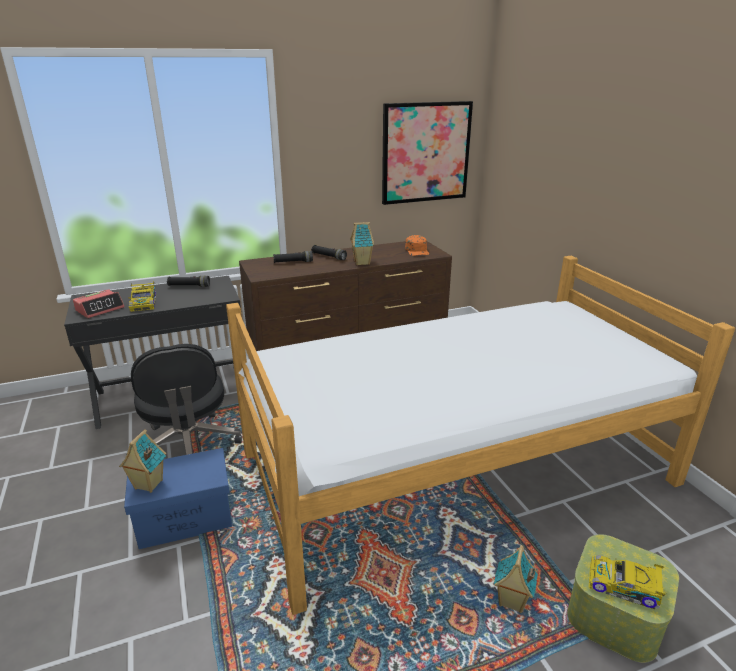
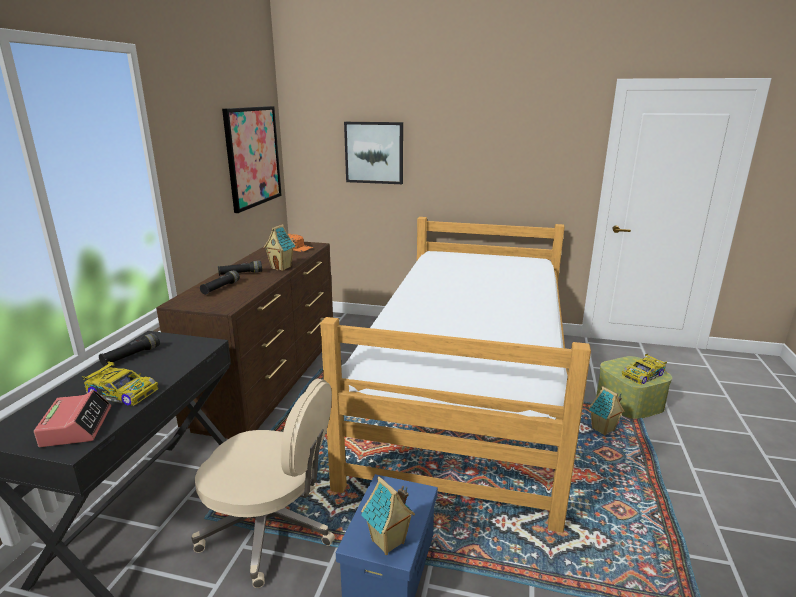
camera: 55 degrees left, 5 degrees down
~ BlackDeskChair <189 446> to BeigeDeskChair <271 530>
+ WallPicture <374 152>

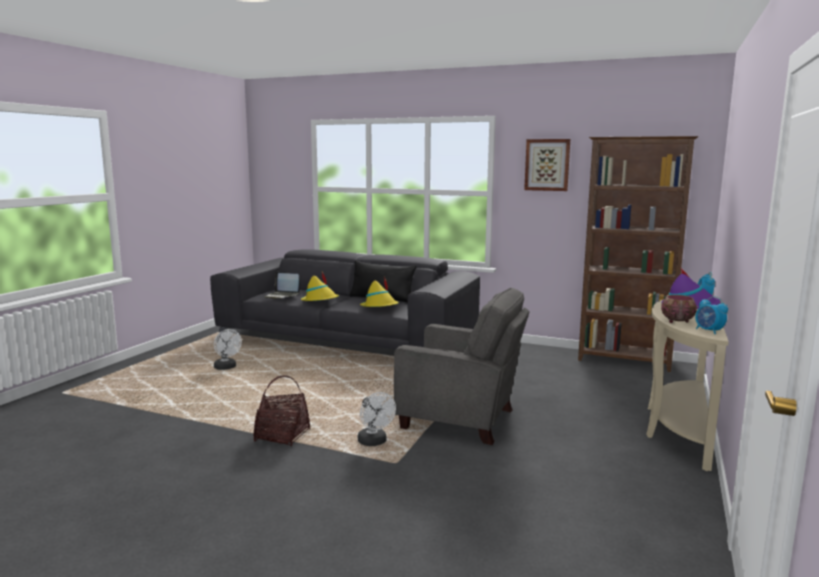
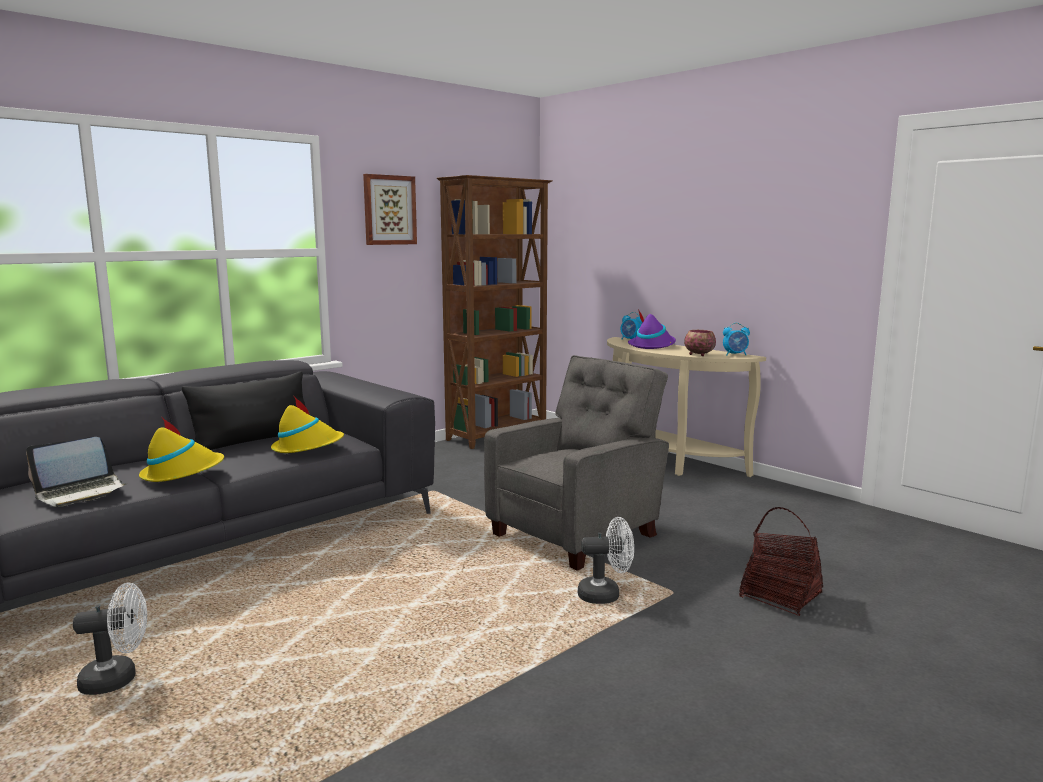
camera: 65 degrees left, 0 degrees up
~ HouseholdBasket <282 435> to <780 595>

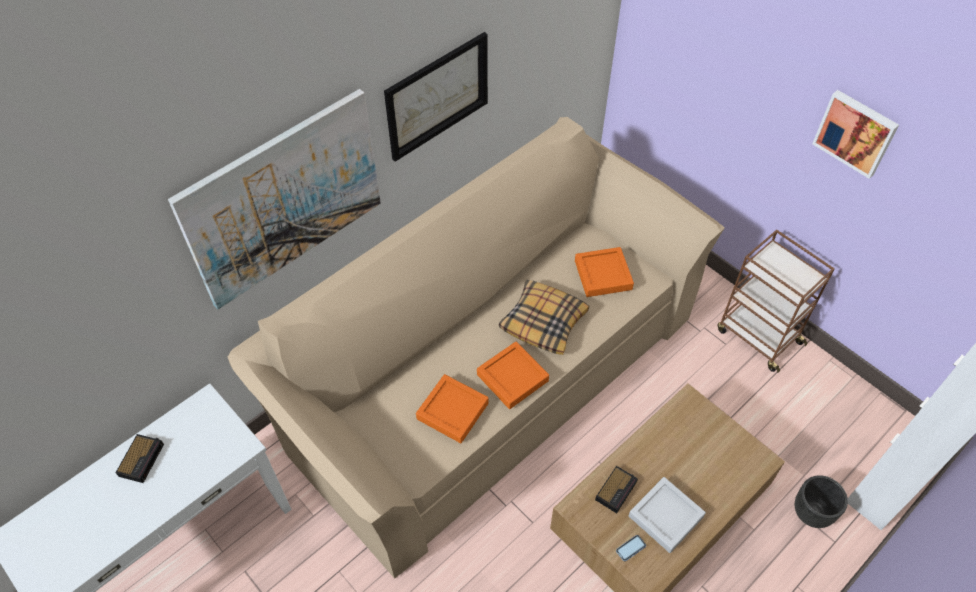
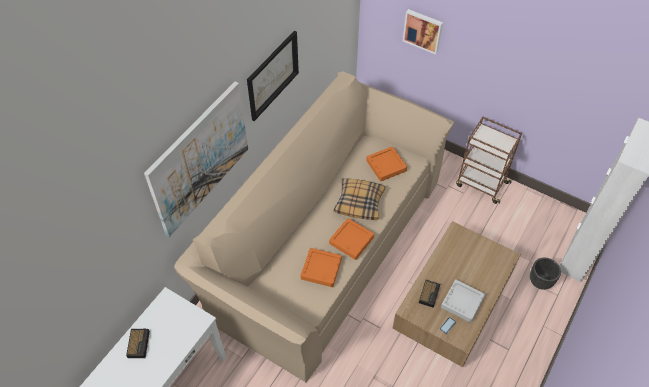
camera: 15 degrees left, 0 degrees up
~ WallPicture <856 132> to <423 30>

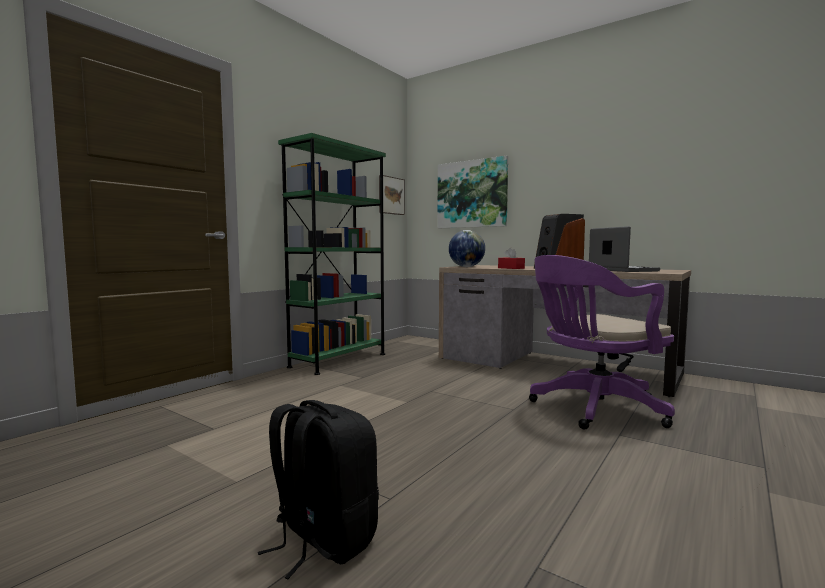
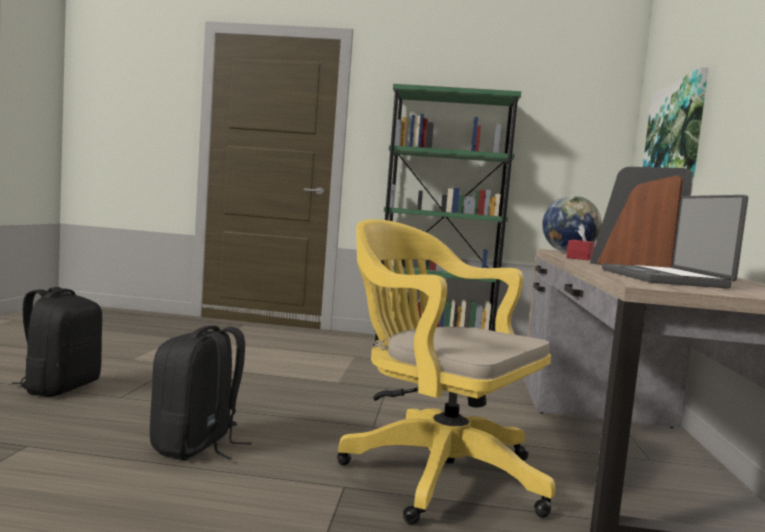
camera: 60 degrees right, 0 degrees up
+ BlackRucksack <196 446>
~ PurplishDeskChair <593 409> to YellowishDeskChair <435 472>
~ PortableComputer <621 270> = <665 279> 135 degrees clockwise
- WallPicture <390 195>

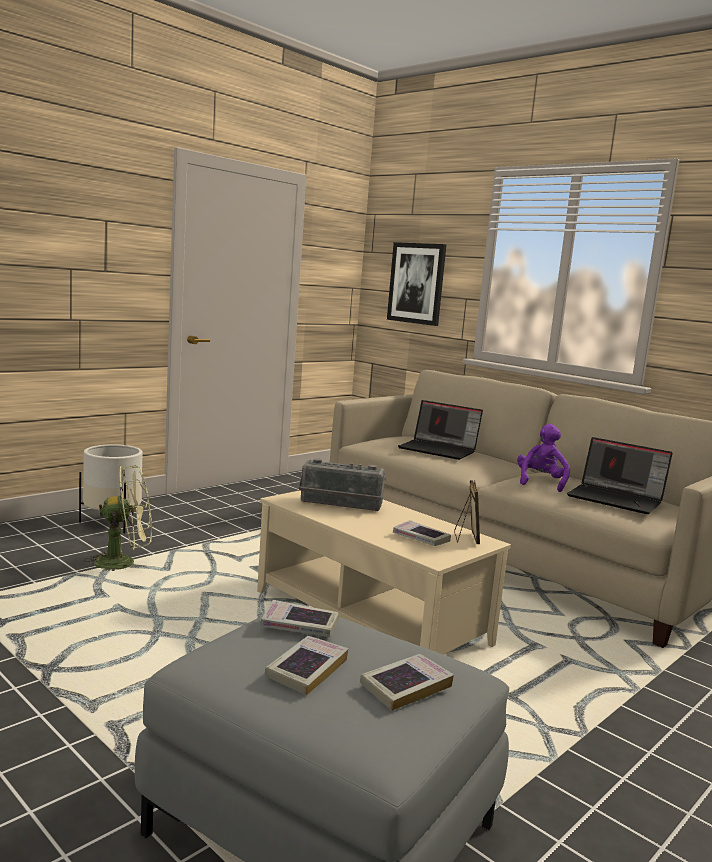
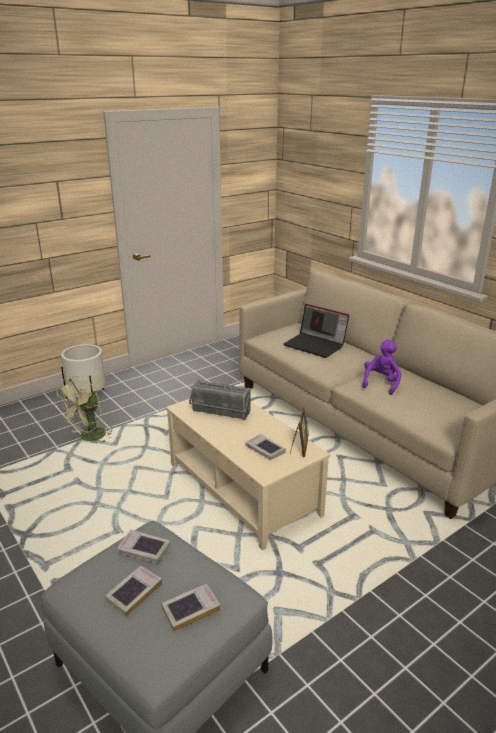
camera: 10 degrees right, 15 degrees up
~ GreenElectricFan <124 563> = <88 438> 135 degrees clockwise
- WallPicture <416 283>
- PortableComputer <617 499>

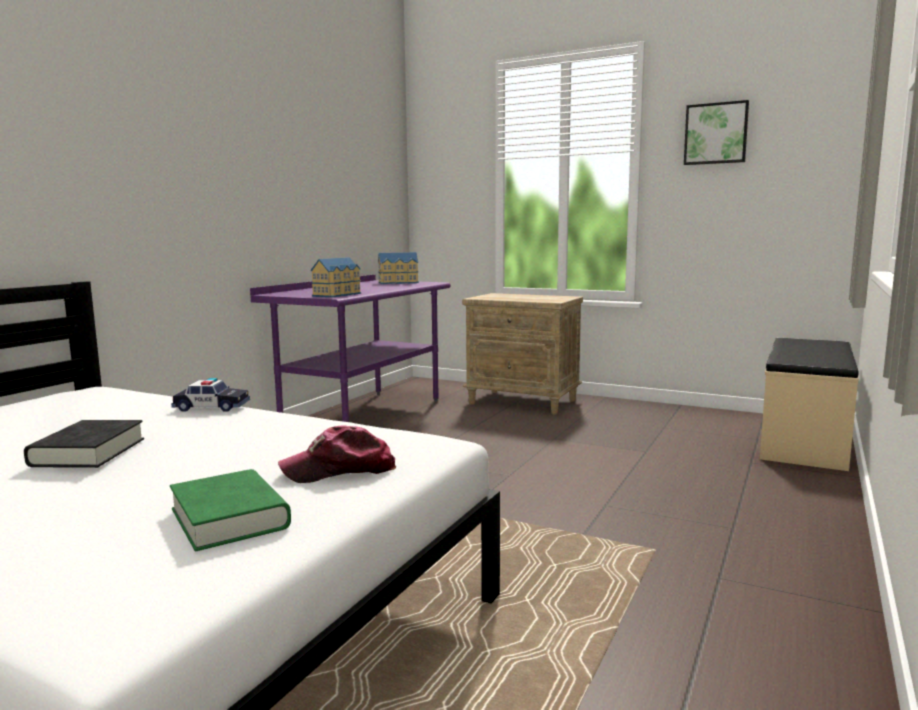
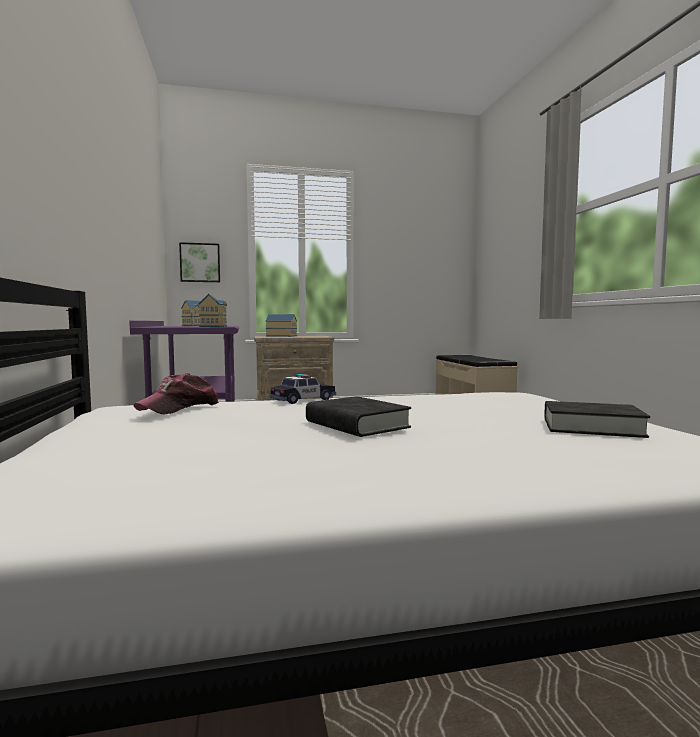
camera: 40 degrees left, 5 degrees down
~ BaseballCap <340 470> to <179 408>
~ WallPicture <716 133> to <200 263>
+ MiniatureHouse <282 336>
~ GreenVolume <229 518> to BlackVolume <591 427>

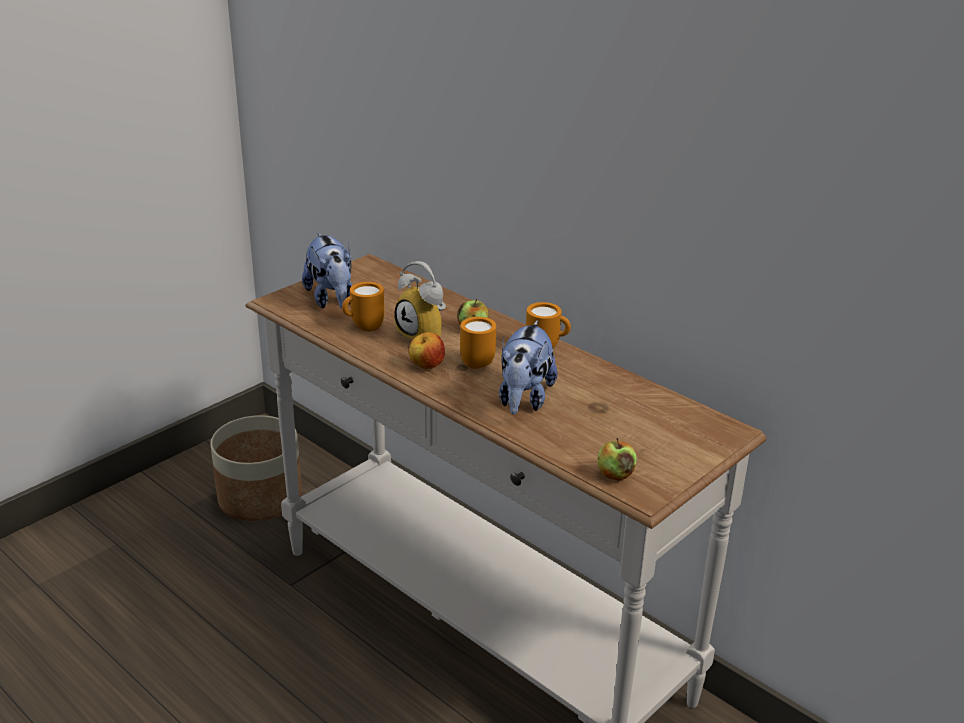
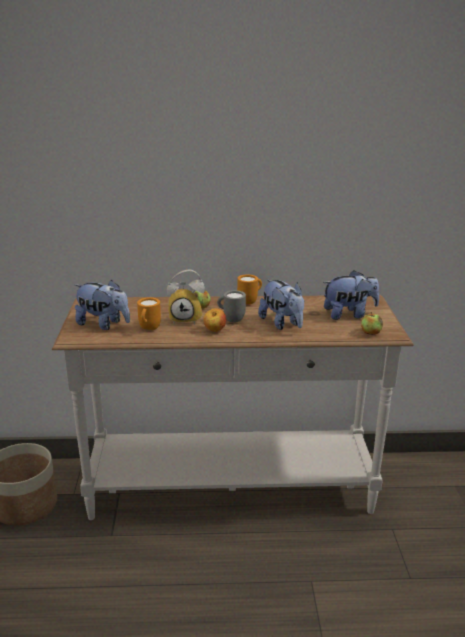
camera: 45 degrees left, 5 degrees down
~ OrangeCoffeeMug <474 362> to GreyishCoffeeMug <231 319>
+ PlushToy <349 314>

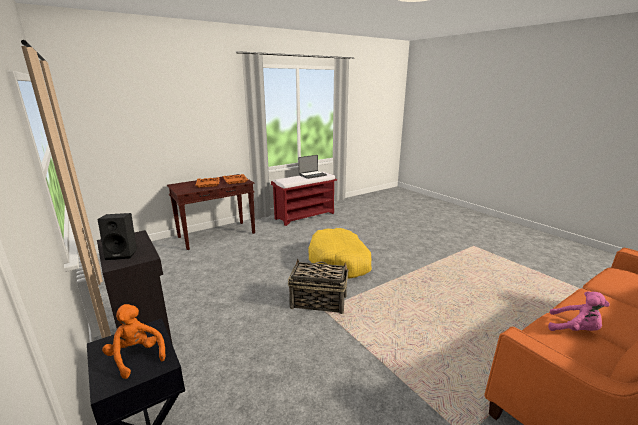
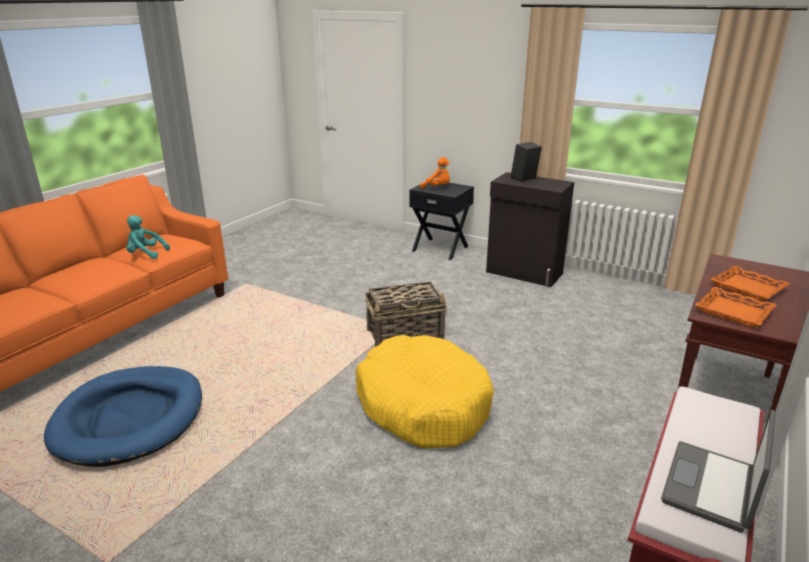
camera: 155 degrees right, 5 degrees up
+ BluishPetBed <130 418>
~ PinkPlushToy <574 329> to BlueGreenPlushToy <146 254>

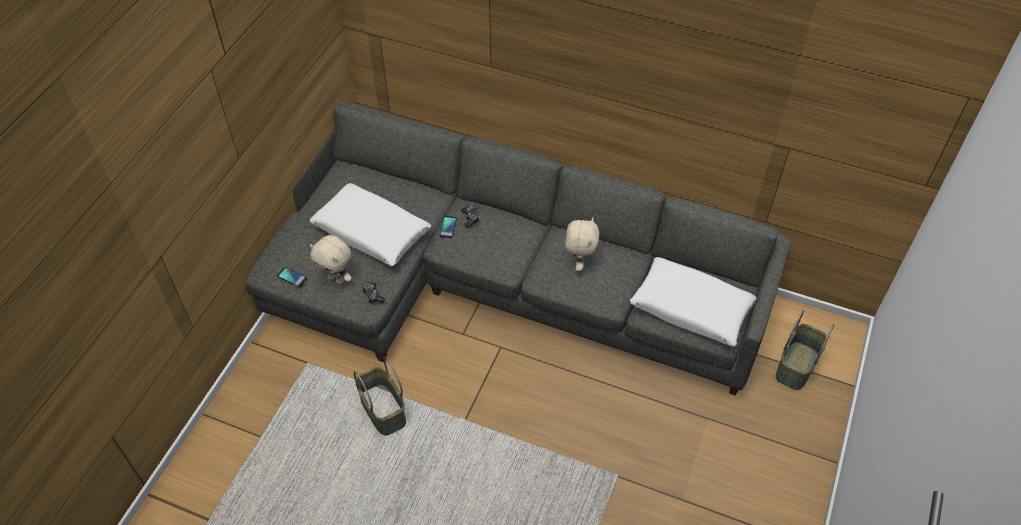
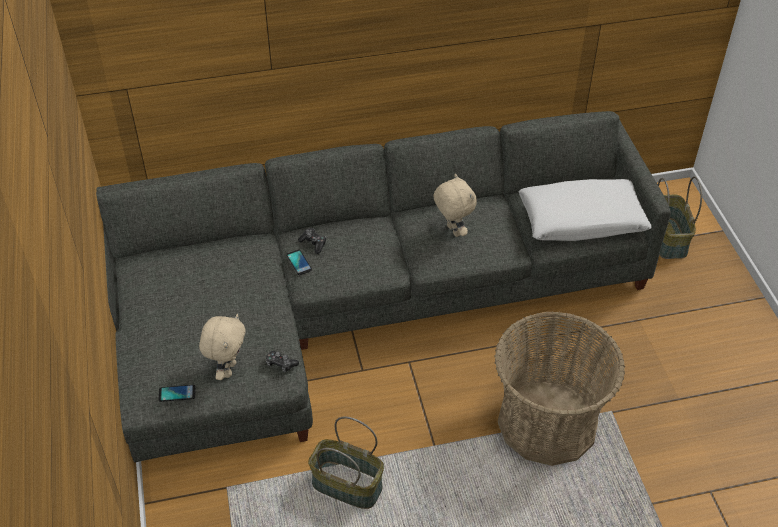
camera: 35 degrees left, 5 degrees down
~ BeigePlushToy <336 279> = <228 369> 75 degrees counterclockwise
+ HouseholdBasket <547 423>
- WhiteCushion <371 232>

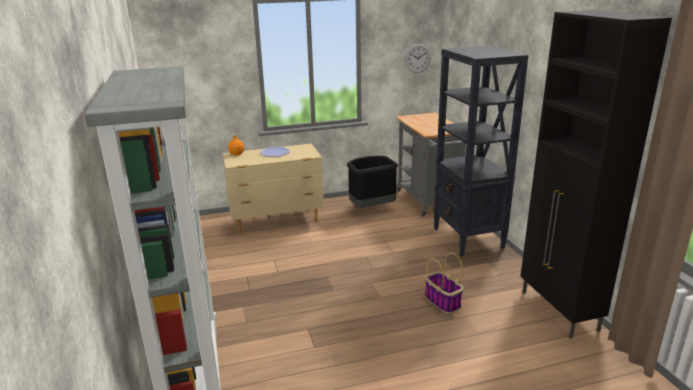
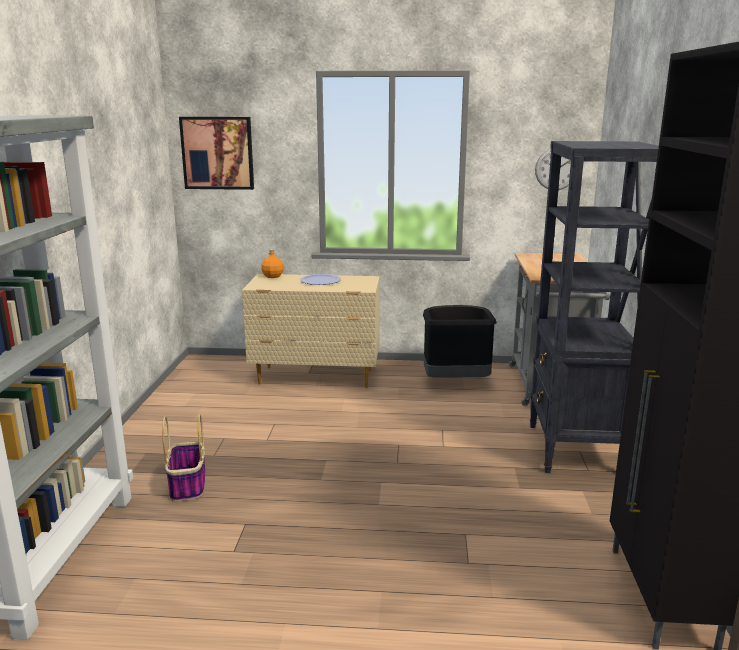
camera: 20 degrees right, 5 degrees down
~ HouseholdBasket <443 302> to <188 486>
+ WallPicture <217 153>

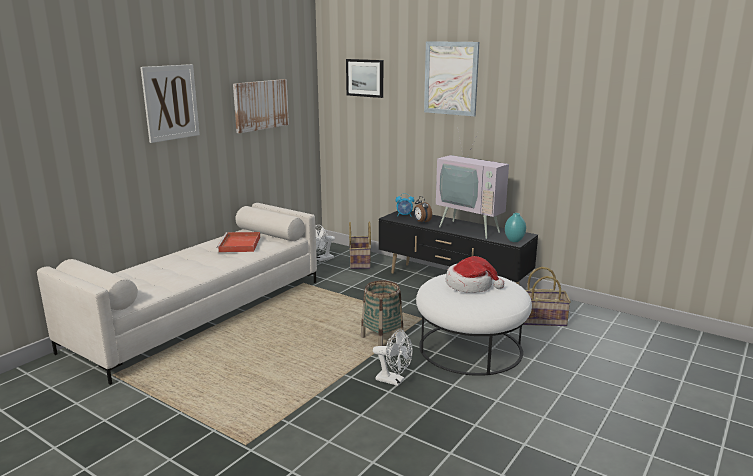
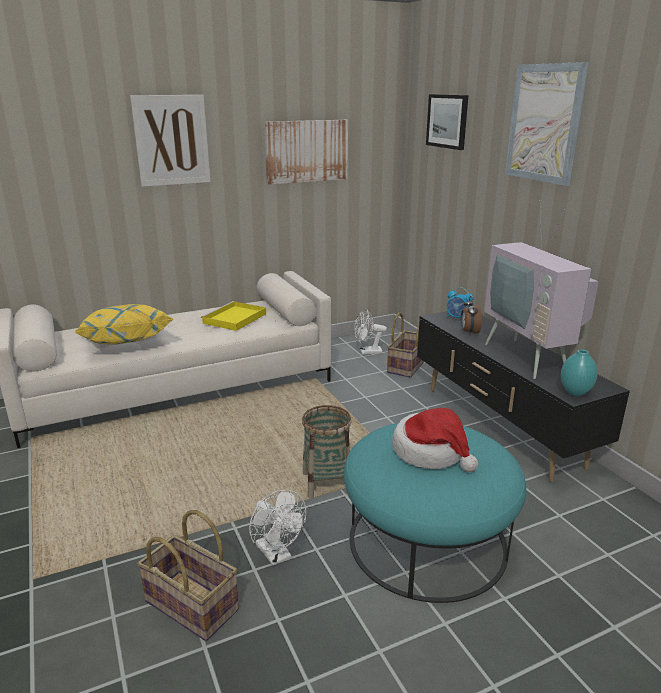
camera: 30 degrees right, 5 degrees up
+ YellowishCushion <124 342>
~ HouseholdBasket <541 320> to <193 604>
~ ReddishServingTray <240 245> to YellowishServingTray <234 319>
~ WhiteOttoman <470 347> to BlueGreenOttoman <427 540>

